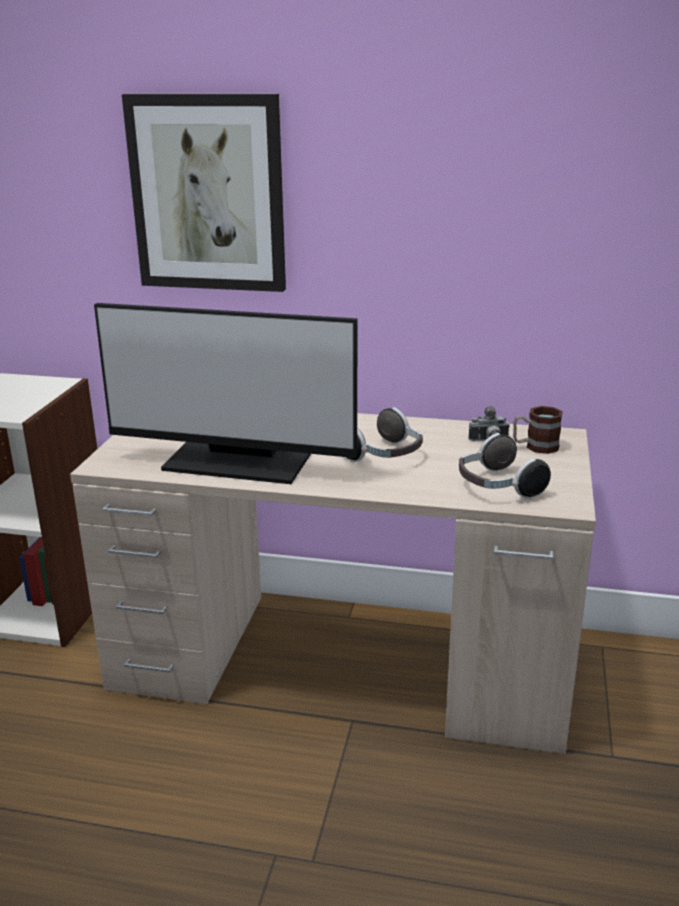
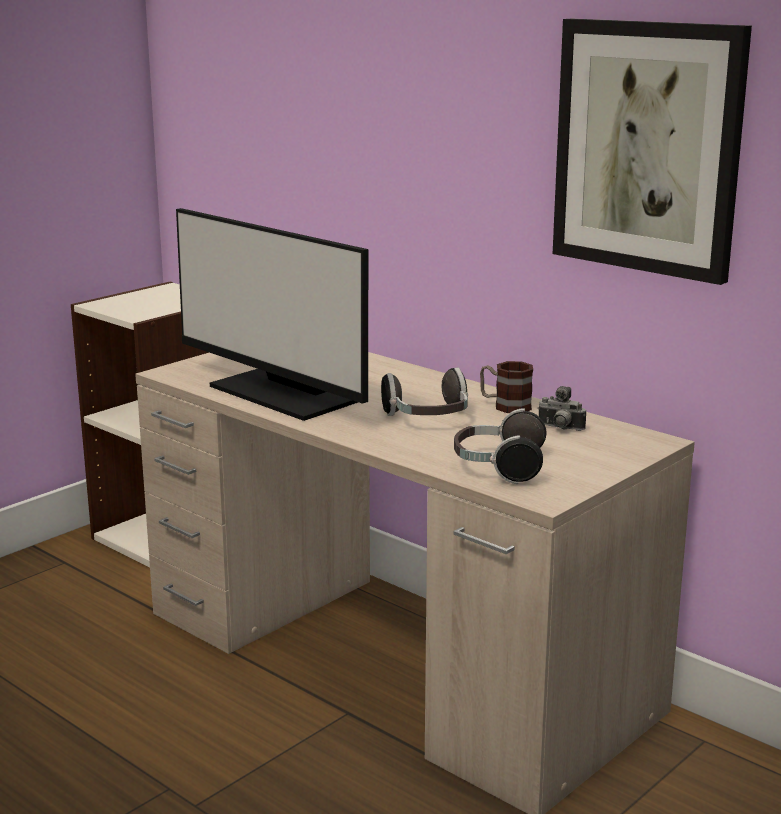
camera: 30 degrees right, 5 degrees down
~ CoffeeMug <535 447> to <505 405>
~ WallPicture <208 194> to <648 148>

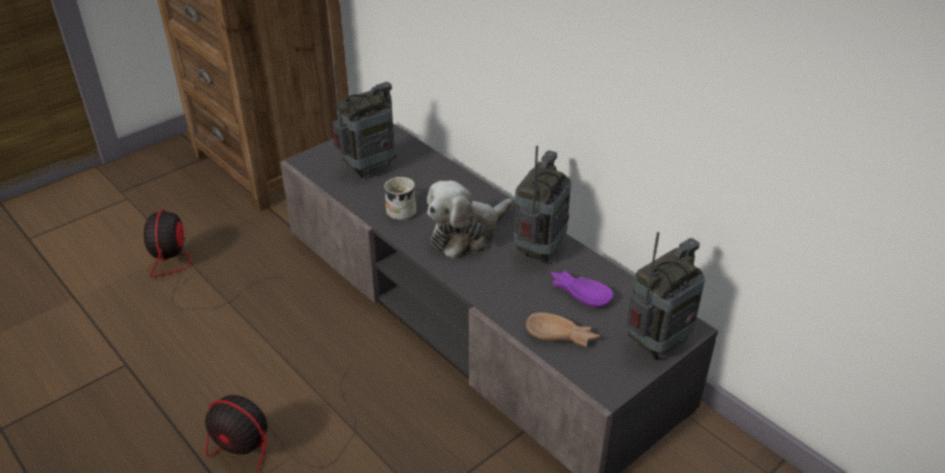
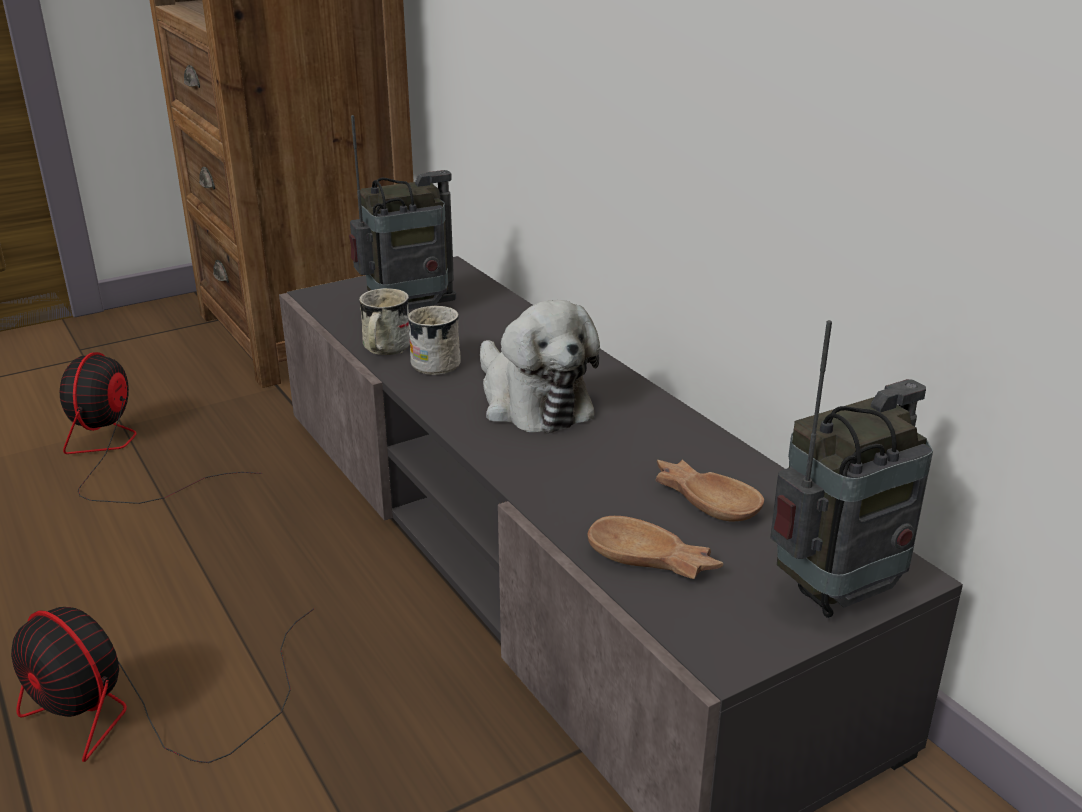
camera: 10 degrees right, 10 degrees down
+ WhiteCoffeeMug <383 350>
~ PlushToy <467 234> = <532 402> 90 degrees counterclockwise
~ PurplishBowl <580 292> to BrownColouredBowl <706 498>
- RadioSet <539 251>

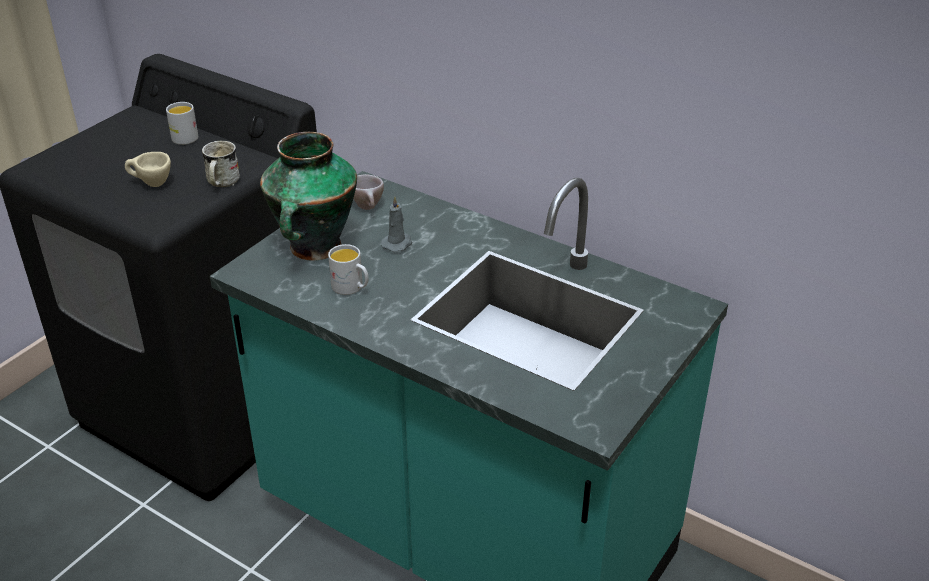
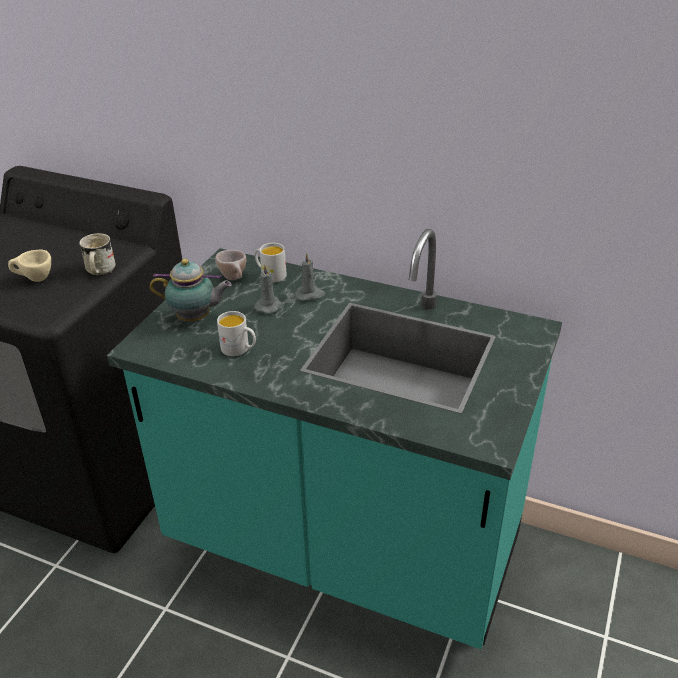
camera: 10 degrees left, 0 degrees up
~ FlowerVase <314 248> to Teapot <196 318>
~ WhiteCoffeeMug <182 136> to <270 275>
+ GreyishWaxLight <310 295>

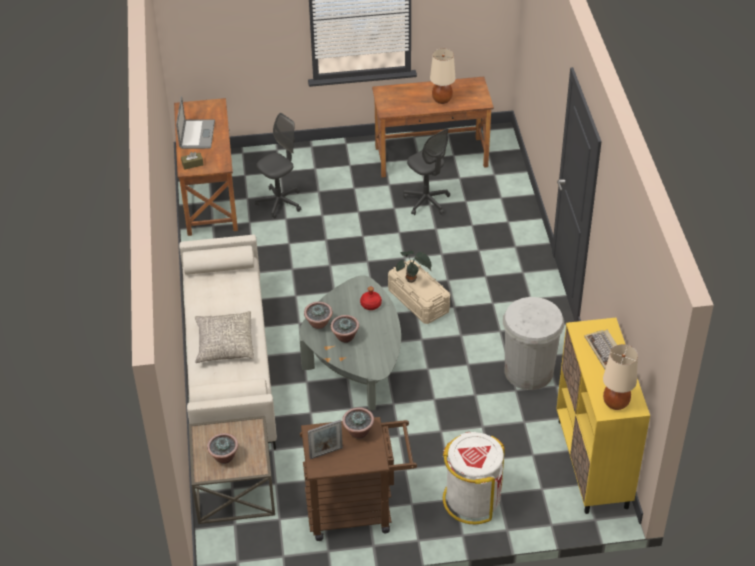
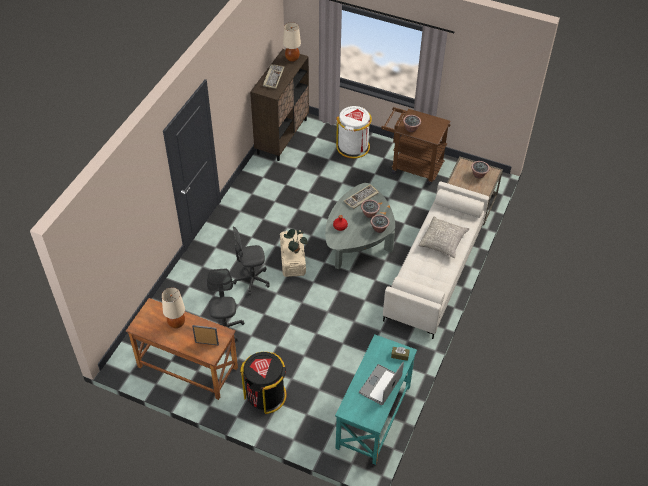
camera: 150 degrees left, 5 degrees up
~ StandingFrame <326 453> to <207 343>
~ GreyishDeskChair <280 202> to <252 280>
+ BlackTrashCan <265 395>
~ YellowishStorageCabinet <592 464> to BrownColouredStorageCabinet <282 136>
~ BrownColouredDeskUnit <209 196> to BlueGreenDeskUnit <374 417>
+ Keyboard <361 198>
- WhiteTrashCan <528 371>

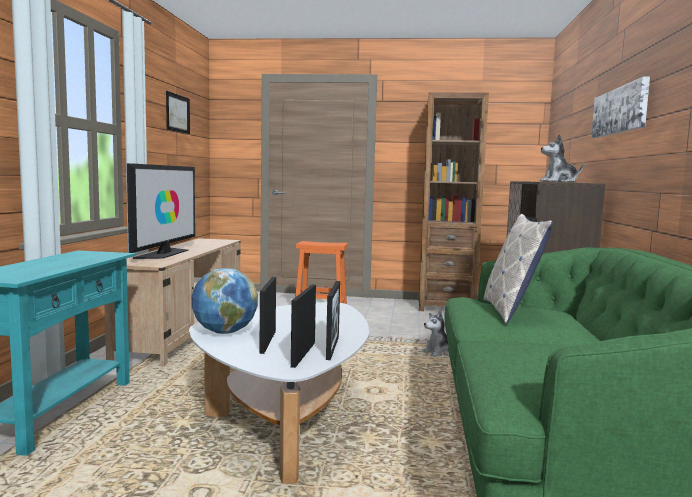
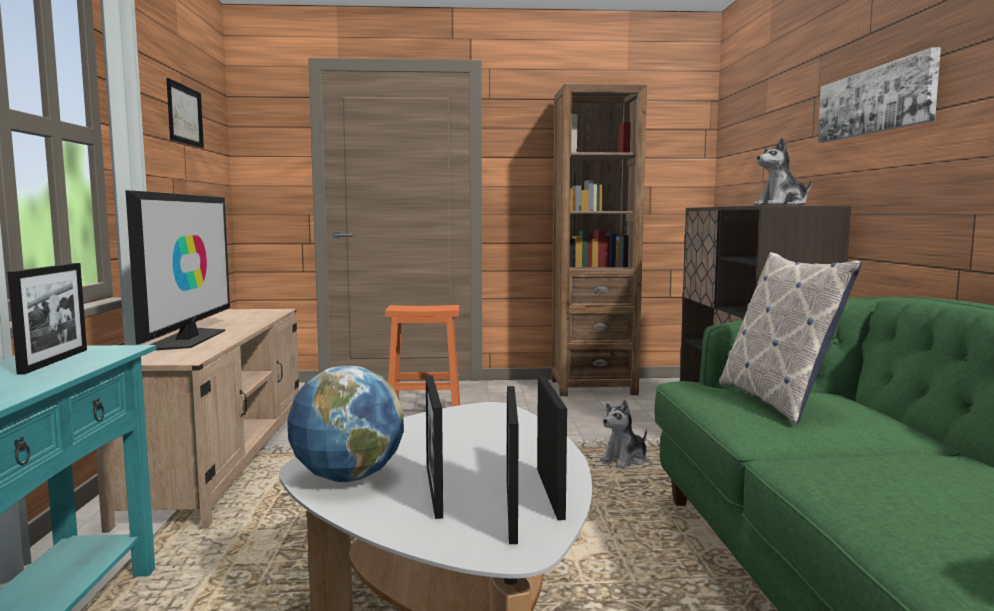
camera: 10 degrees left, 0 degrees up
+ StandingFrame <54 361>

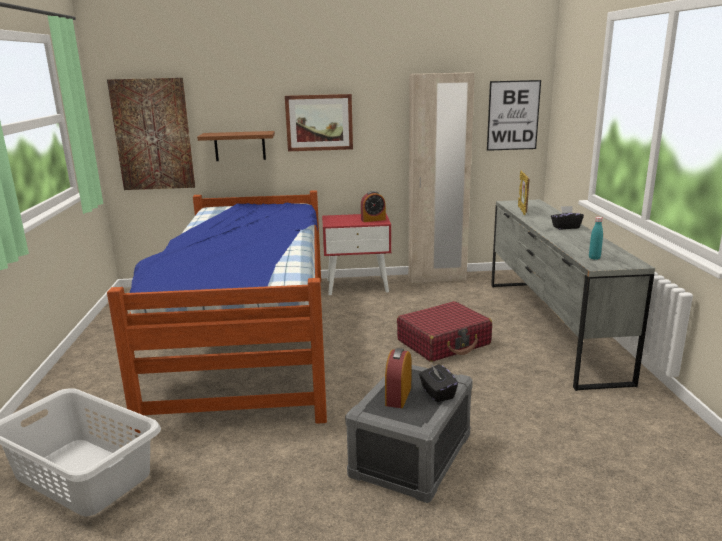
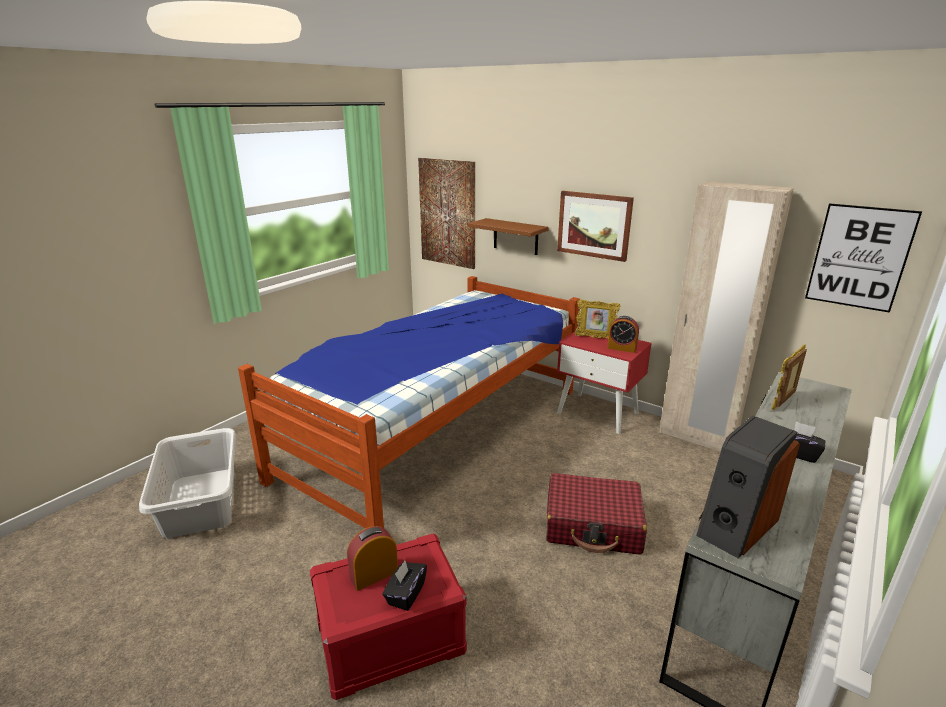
camera: 40 degrees right, 5 degrees up
~ GreyishStorageContainer <412 456> to ReddishStorageContainer <390 639>
+ StandingFrame <595 337>
~ BlueGreenDrinkBottle <594 258> to AudioSpeaker <736 526>

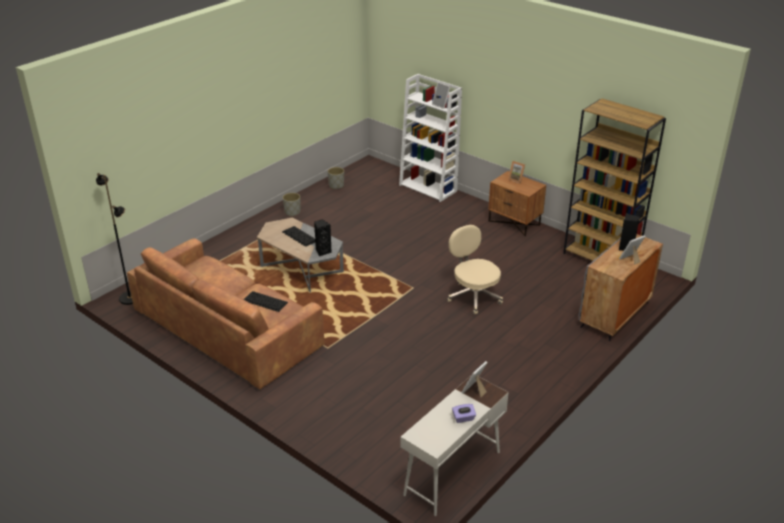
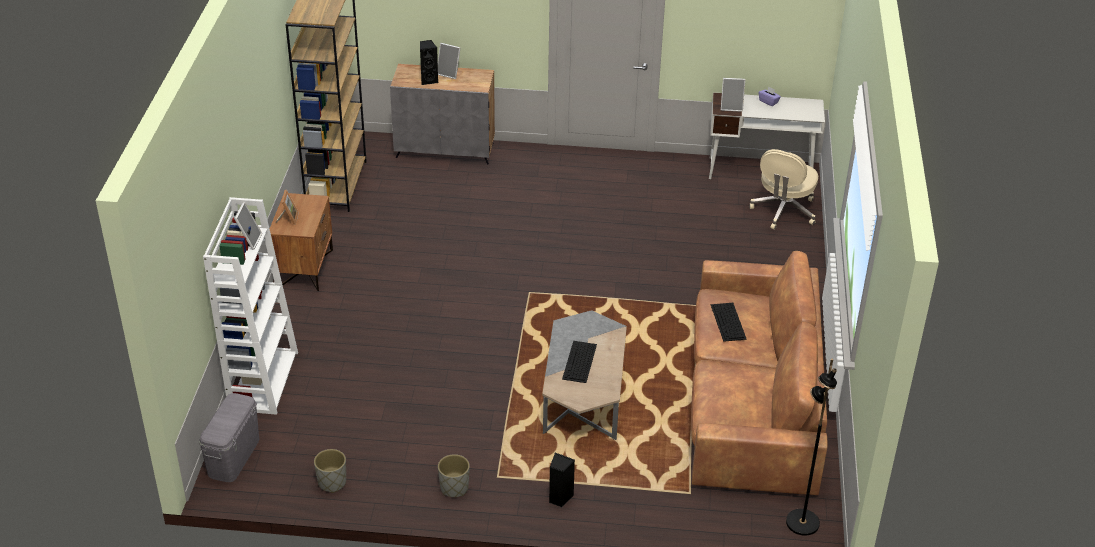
camera: 125 degrees left, 5 degrees up
+ GreyishStorageContainer <234 457>
~ BlackAudioSpeaker <322 251> to <559 498>
~ BeigeDeskChair <473 296> to <783 211>

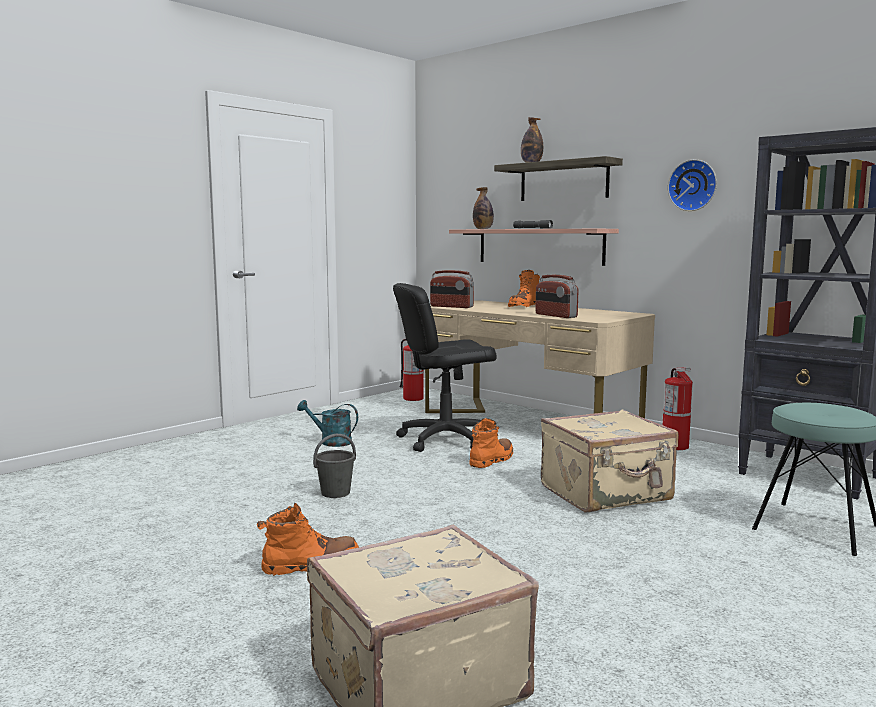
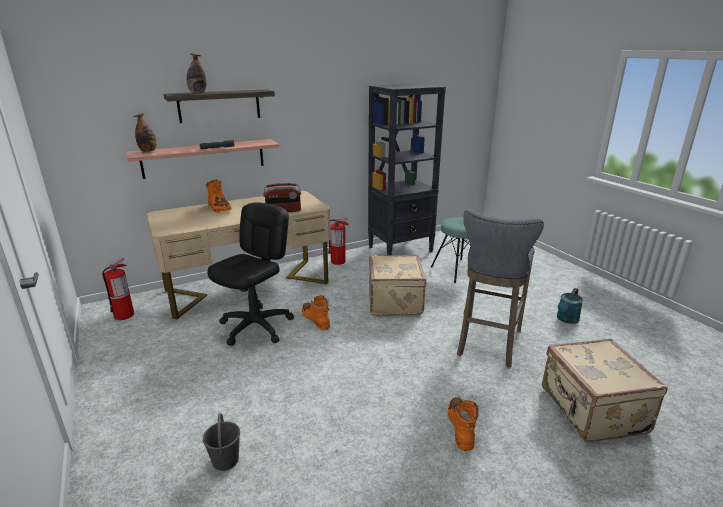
camera: 70 degrees left, 15 degrees up
~ GreyishBucket <336 493> to <225 460>
~ BlackDeskChair <445 440> = <256 326> 150 degrees counterclockwise
+ GreyishSittingStool <488 344>
~ BlueGreenWateringPot <331 442> to <566 319>
- RadioSet <451 307>
- ClockOnTheWall <693 185>

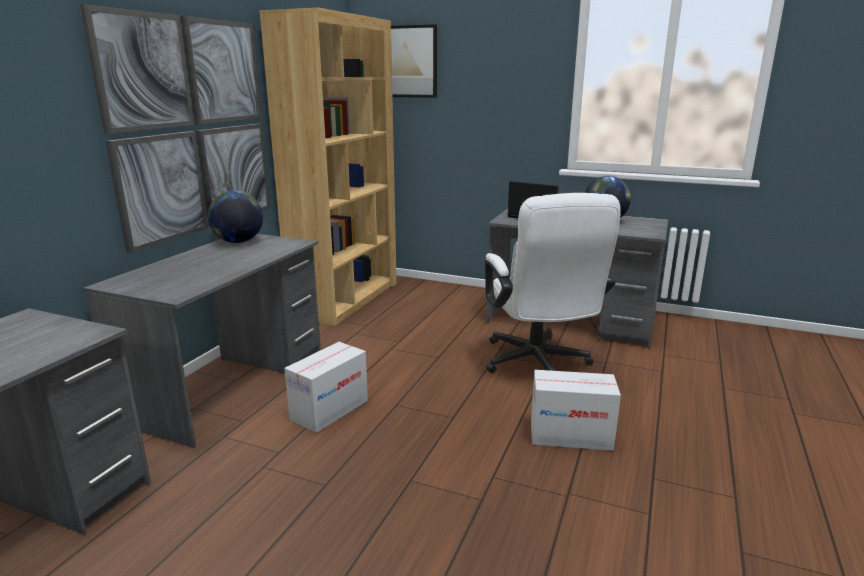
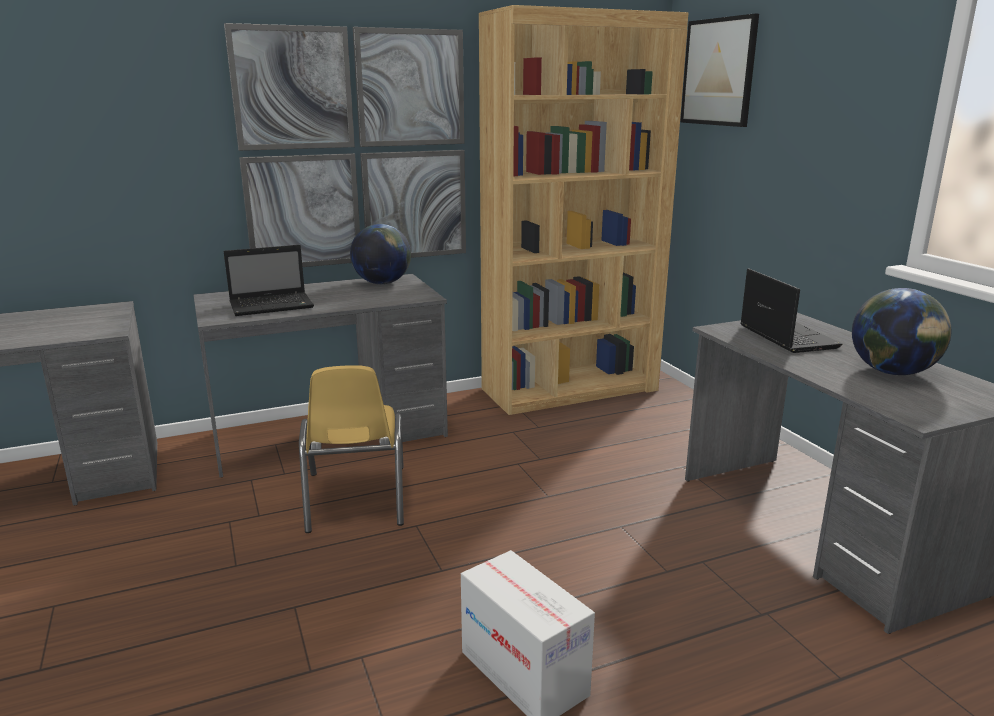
camera: 45 degrees right, 0 degrees up
+ PortableComputer <273 305>
~ PackingBox <329 410> to YellowishChair <355 499>
- WhiteDeskChair <538 365>

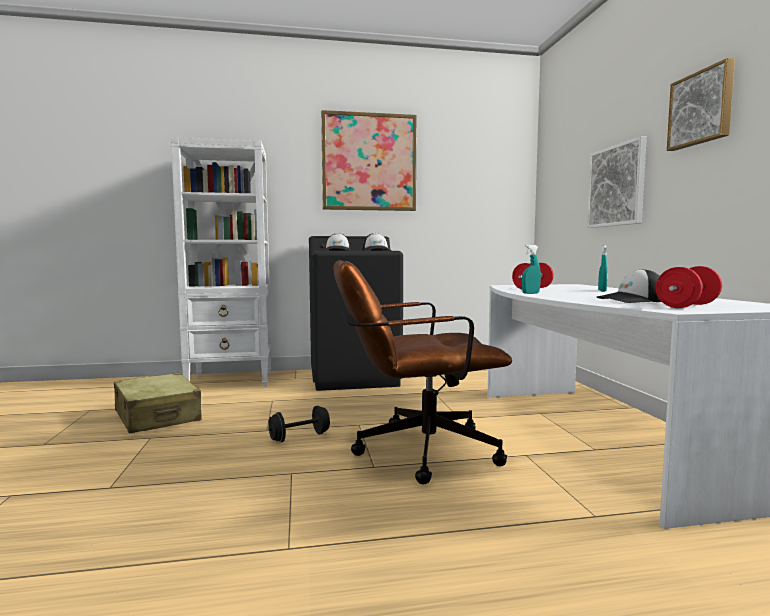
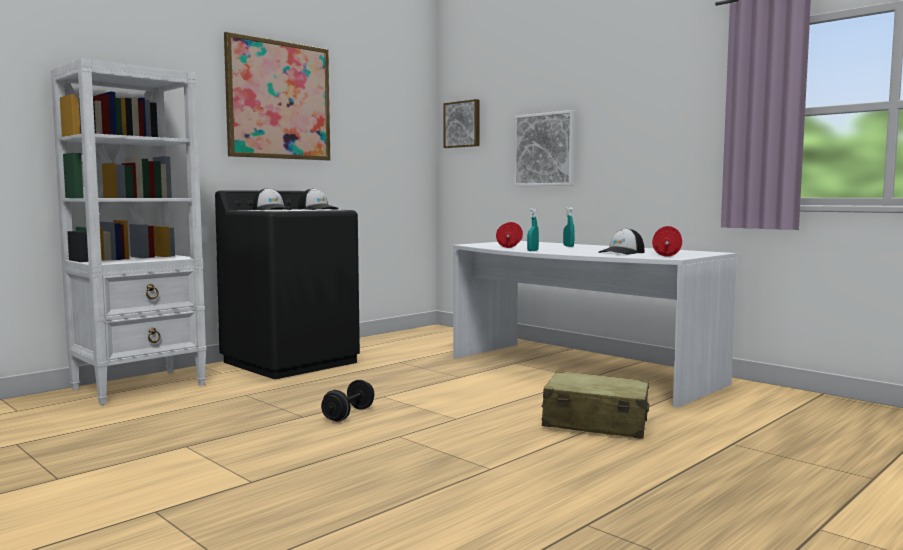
camera: 35 degrees left, 0 degrees up
~ WallPicture <701 108> to <463 124>
~ BeigeTravelCase <157 416> to <595 423>
- BrownColouredDeskChair <414 451>

